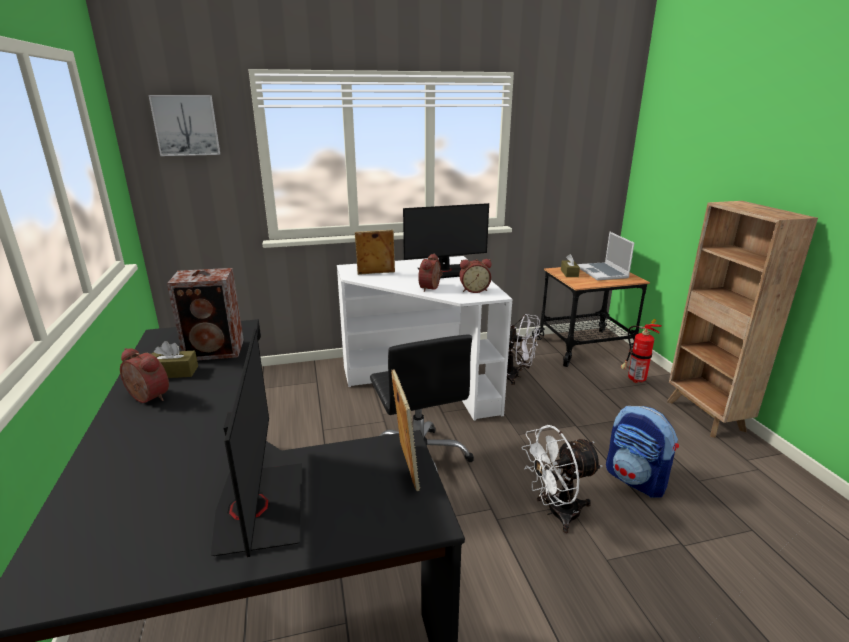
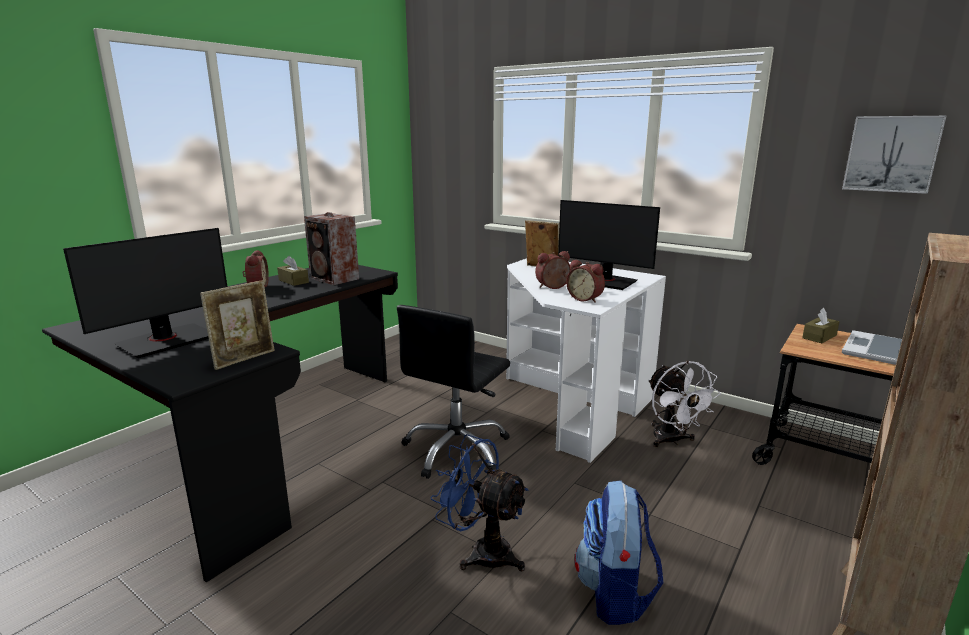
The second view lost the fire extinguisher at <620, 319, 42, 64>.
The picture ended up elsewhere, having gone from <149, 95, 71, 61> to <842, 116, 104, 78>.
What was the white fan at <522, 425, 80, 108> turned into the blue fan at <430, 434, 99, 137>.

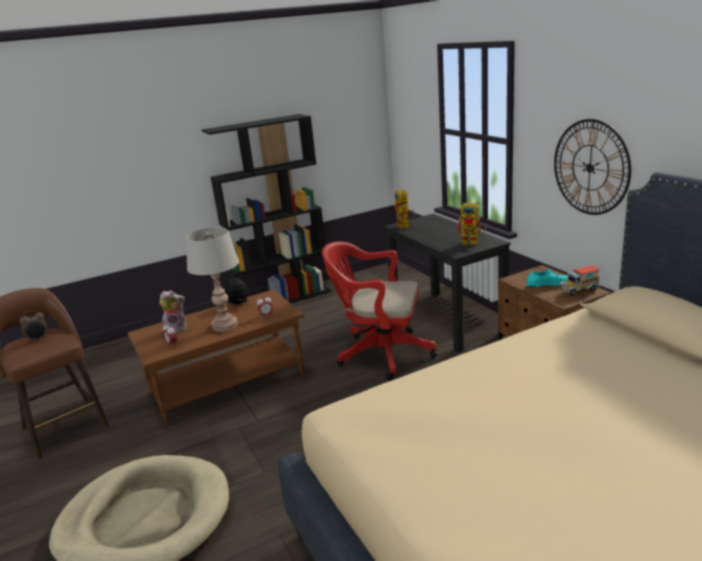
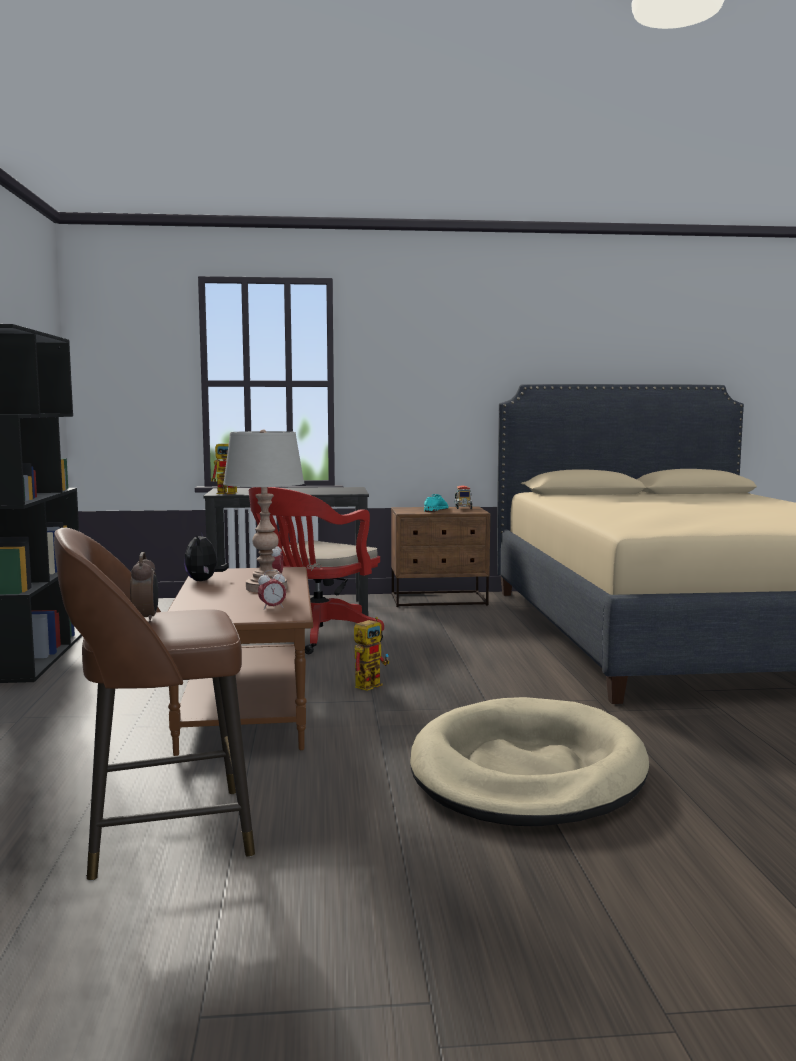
The second view lost the plush toy at <159, 290, 28, 44>.
The second view lost the wall clock at <554, 119, 77, 96>.
The toy robot ended up elsewhere, having gone from <456, 202, 30, 44> to <354, 617, 35, 74>.

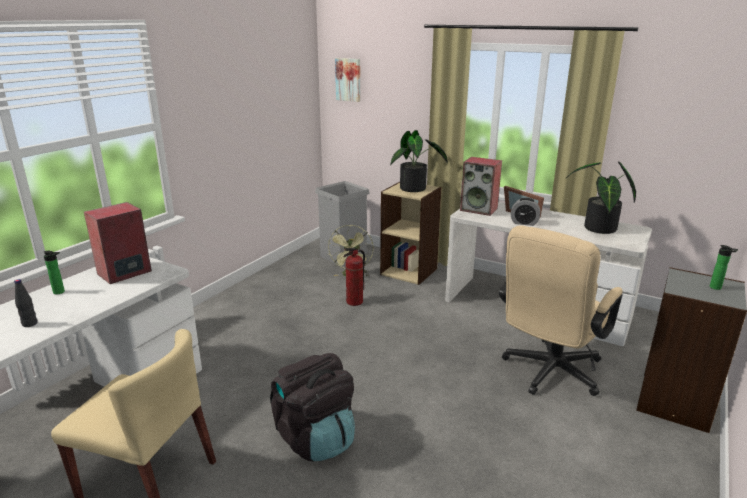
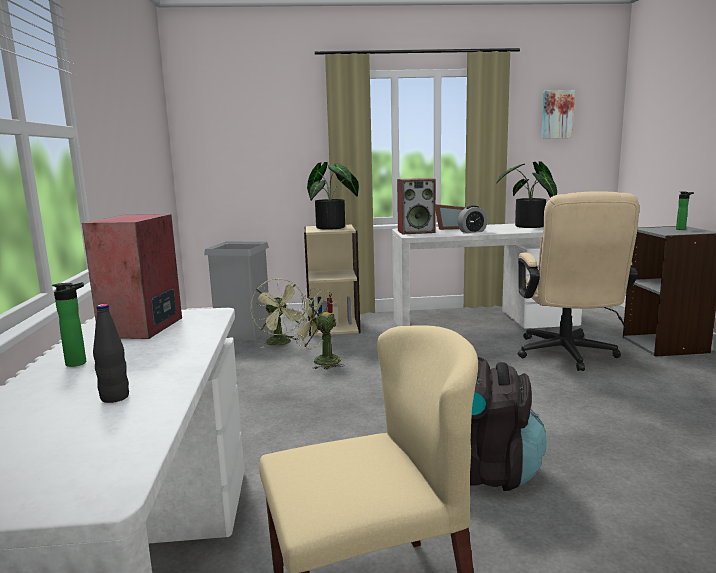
The picture ended up elsewhere, having gone from <335, 58, 25, 44> to <541, 90, 34, 49>.
Where the fire extinguisher stood at <344, 248, 21, 58>, the green fan came to stand at <293, 288, 52, 81>.

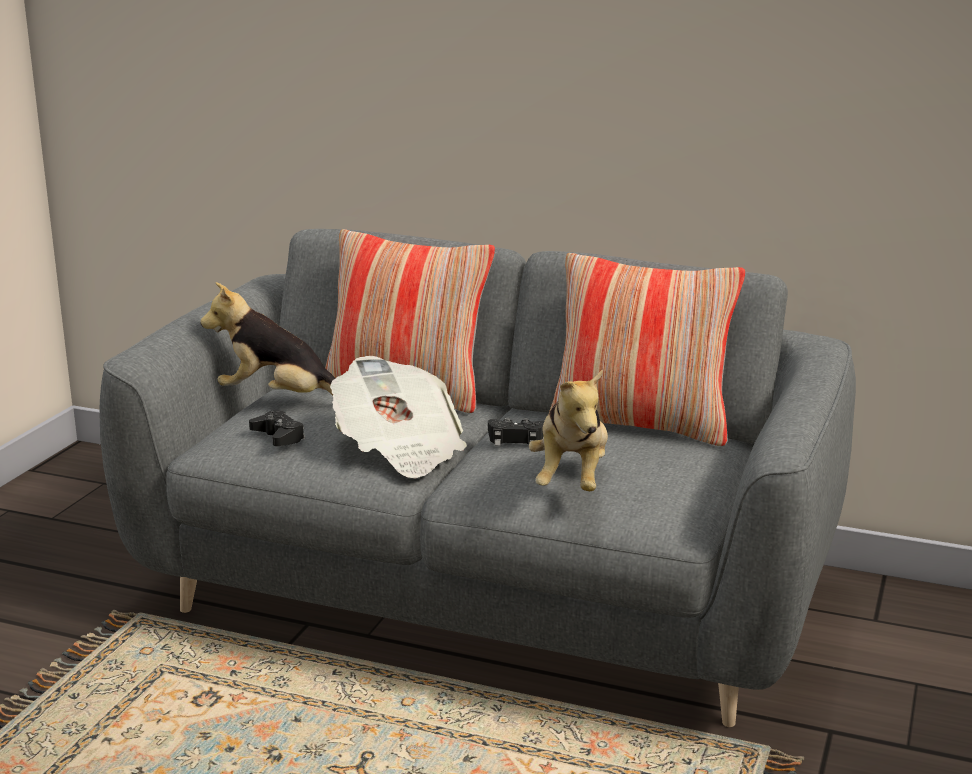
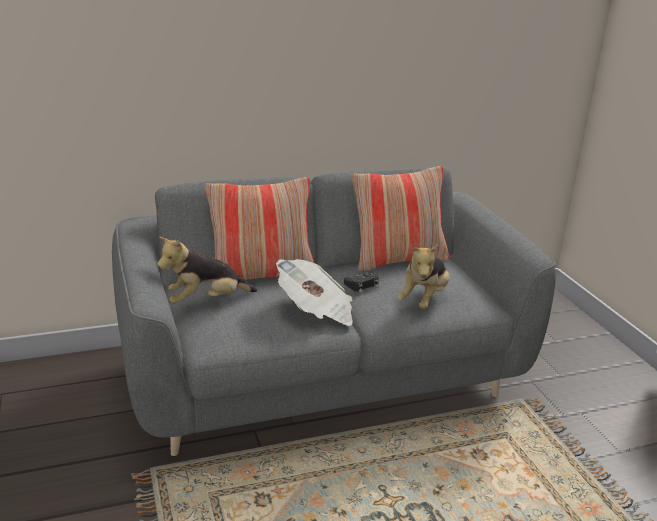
The second view lost the black game controller at <249, 410, 56, 36>.
The plush toy at <529, 369, 79, 122> ended up facing another way, 60 degrees clockwise from before.

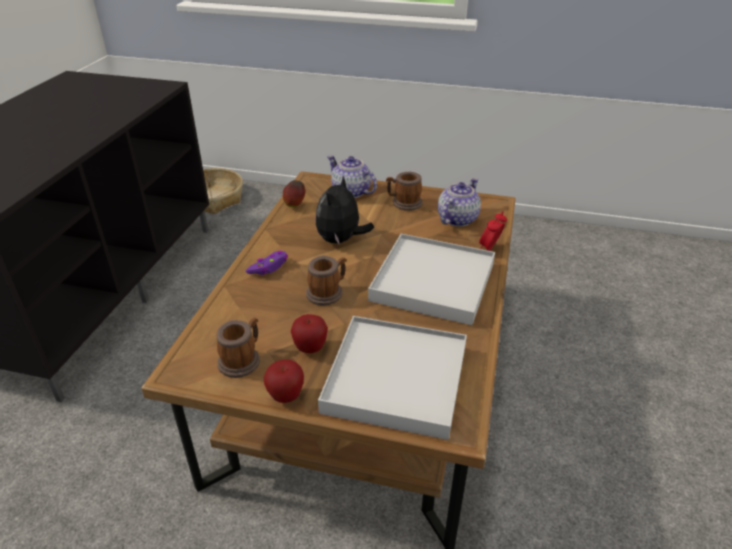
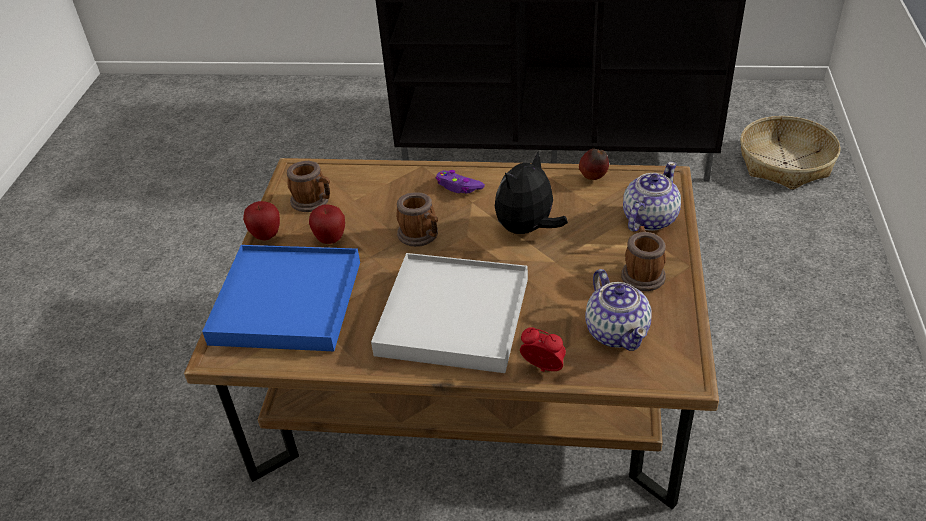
What was the white tray at <318, 316, 149, 124> turned into the blue tray at <202, 245, 158, 106>.
The plush toy at <316, 176, 58, 69> ended up facing another way, 60 degrees counterclockwise from before.
The teapot at <438, 178, 43, 49> ended up facing another way, 45 degrees clockwise from before.

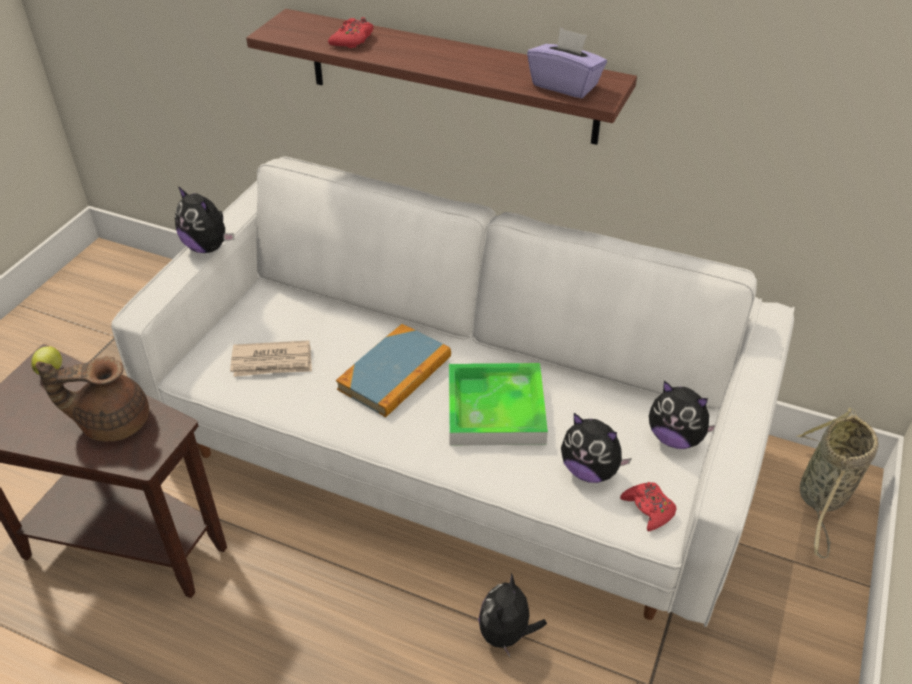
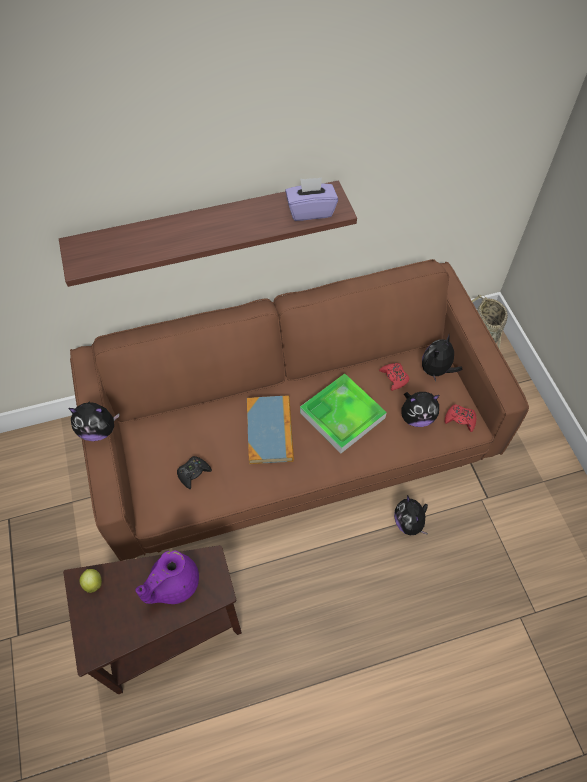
The red game controller ended up elsewhere, having gone from <328, 17, 46, 31> to <379, 363, 30, 28>.
Where the newspaper stood at <230, 340, 82, 37>, the black game controller came to stand at <177, 456, 35, 33>.
What was the brown teapot at <35, 357, 114, 85> turned into the purple teapot at <135, 550, 64, 54>.
What was the white sofa at <111, 156, 684, 471> turned into the brown sofa at <70, 259, 459, 302>.
The plush toy at <649, 381, 66, 68> ended up facing another way, 135 degrees clockwise from before.

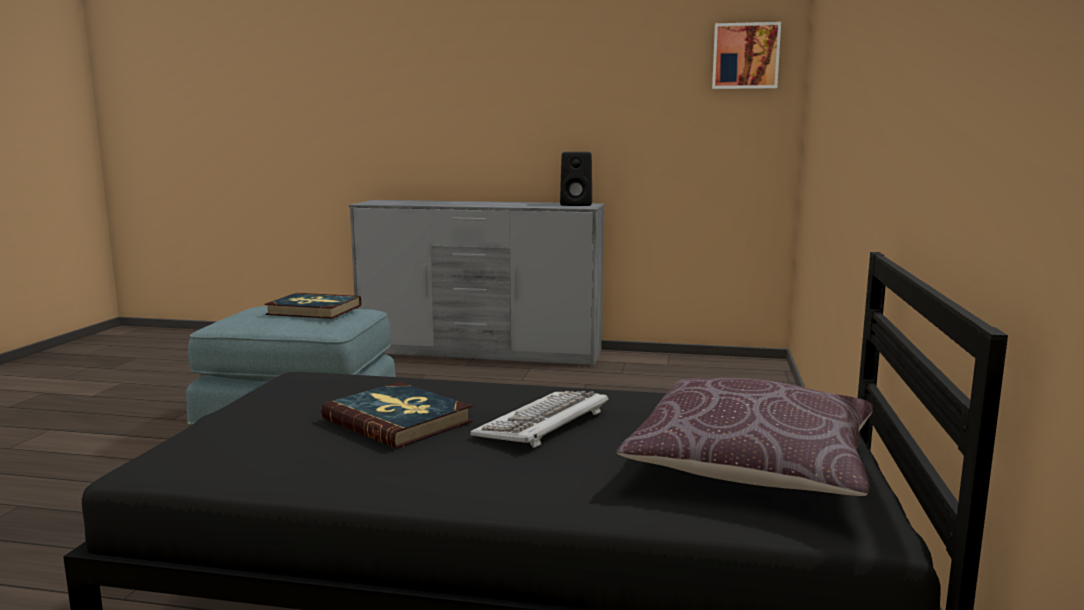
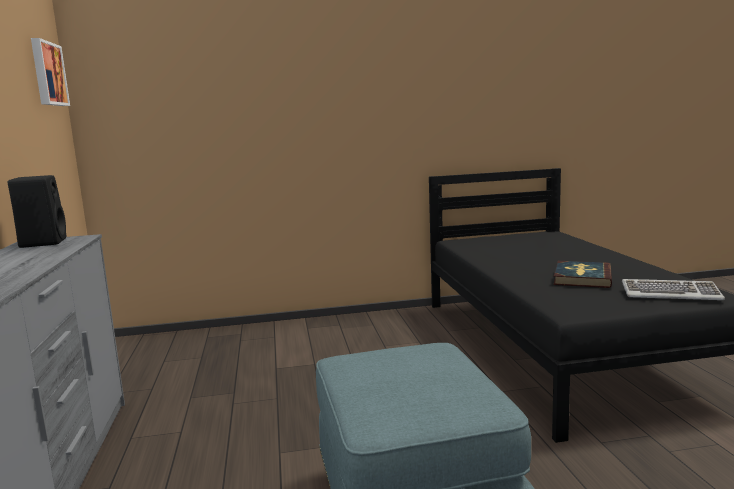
The second view lost the book at <264, 293, 98, 26>.
The second view lost the brown pillow at <617, 378, 256, 118>.
The keyboard ended up elsewhere, having gone from <470, 391, 139, 57> to <622, 279, 103, 21>.

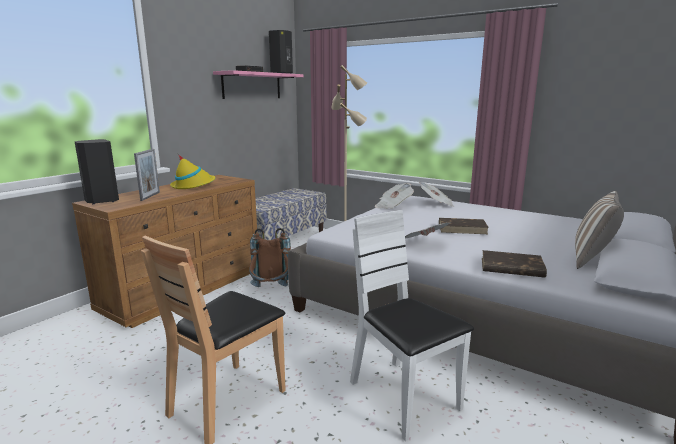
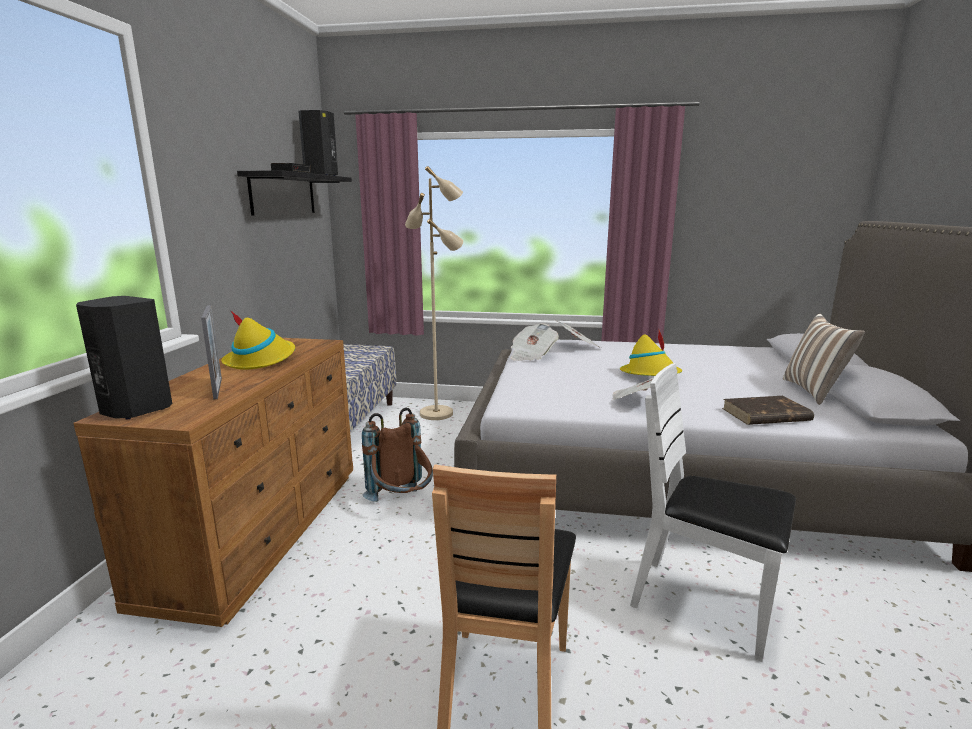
Where the brown book stood at <439, 218, 50, 16>, the yellow hat came to stand at <620, 330, 62, 46>.
What was the pink shelf at <213, 70, 90, 29> turned into the black shelf at <237, 170, 115, 46>.

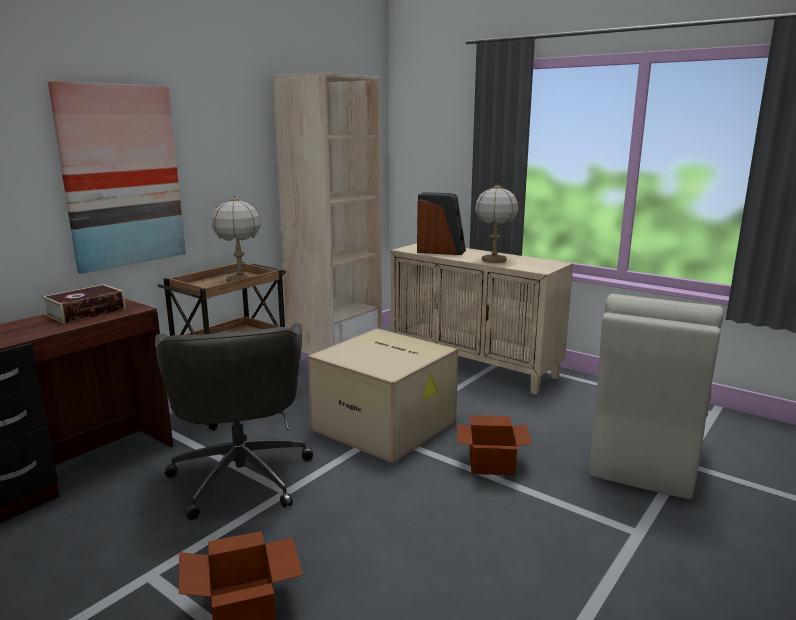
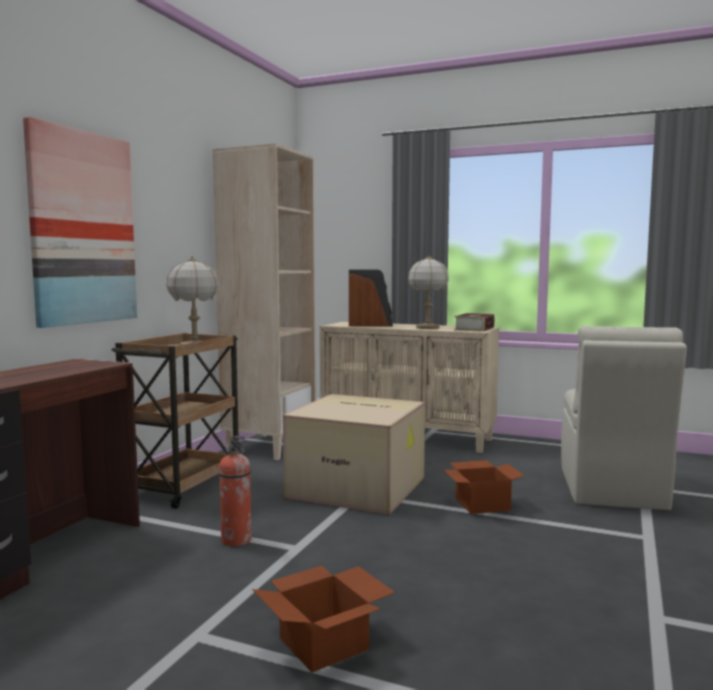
The book ended up elsewhere, having gone from <42, 284, 84, 40> to <454, 313, 41, 19>.
Where the grey office chair stood at <155, 323, 158, 197>, the fire extinguisher came to stand at <219, 436, 33, 110>.

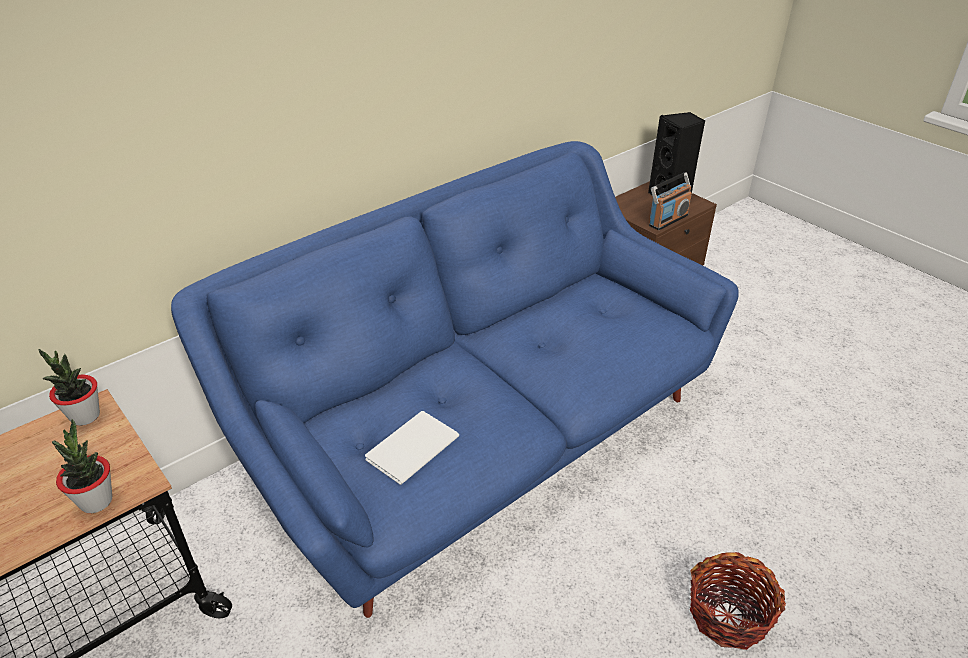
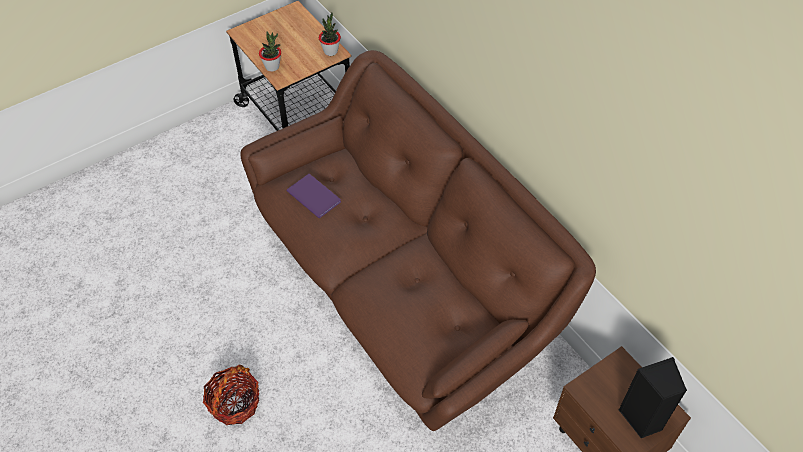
The second view lost the radio at <649, 172, 43, 58>.
What was the blue sofa at <171, 141, 568, 477> turned into the brown sofa at <240, 50, 356, 381>.
What was the white book at <365, 411, 94, 74> turned into the purple book at <287, 174, 54, 44>.

